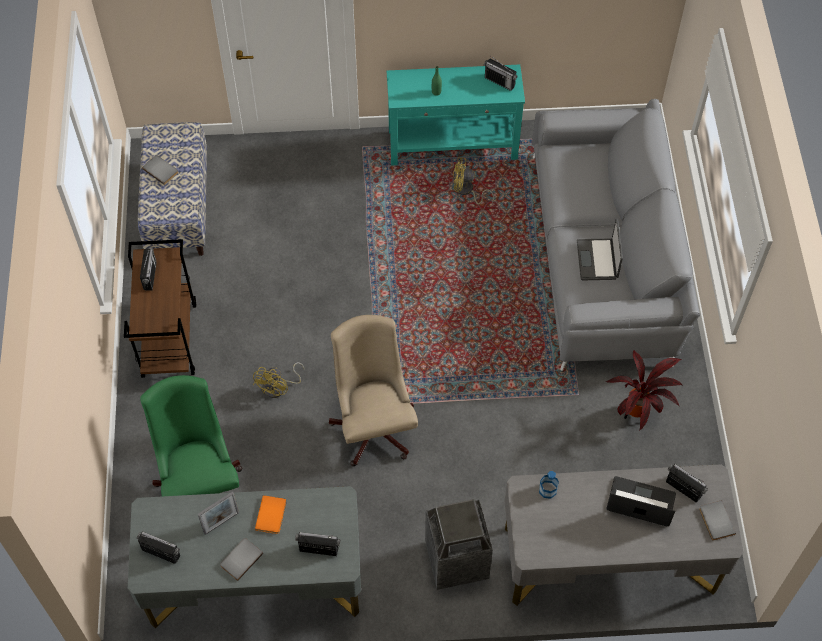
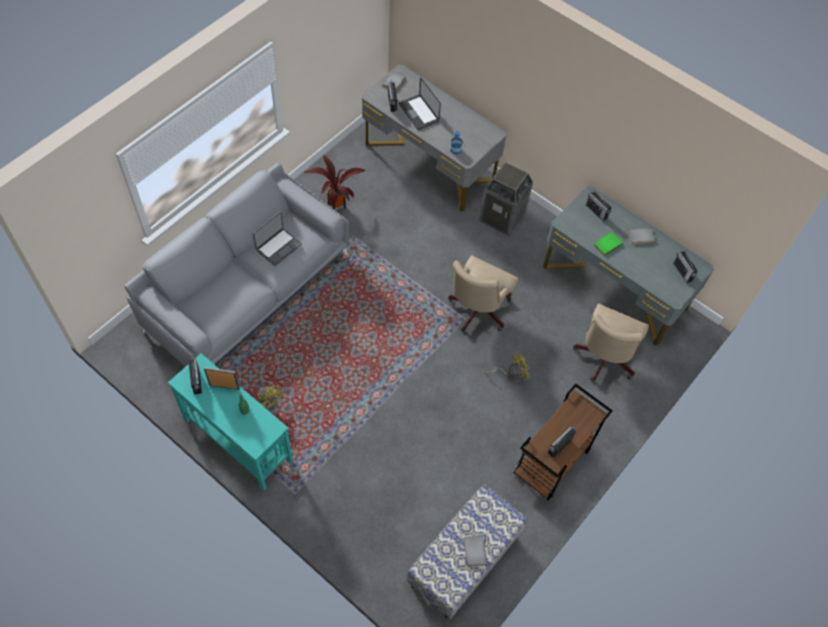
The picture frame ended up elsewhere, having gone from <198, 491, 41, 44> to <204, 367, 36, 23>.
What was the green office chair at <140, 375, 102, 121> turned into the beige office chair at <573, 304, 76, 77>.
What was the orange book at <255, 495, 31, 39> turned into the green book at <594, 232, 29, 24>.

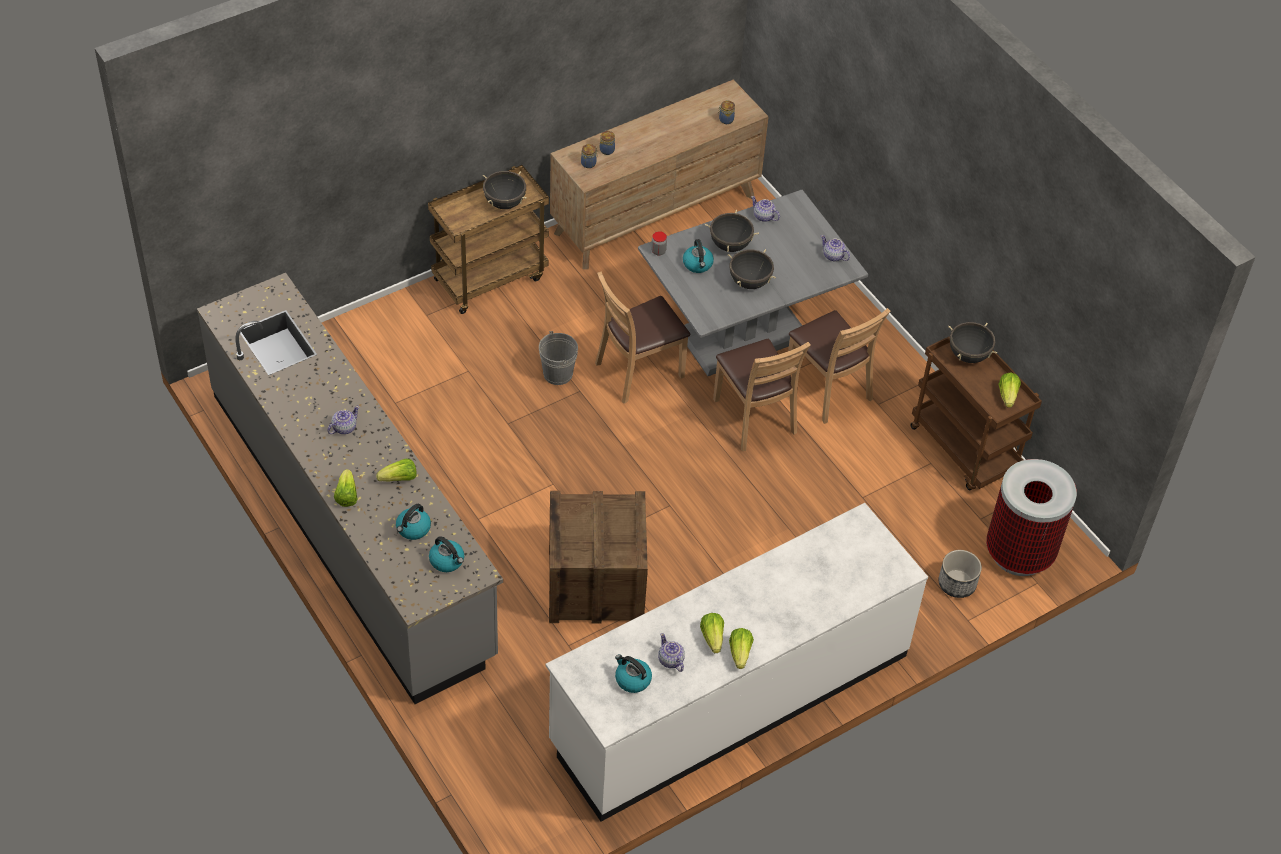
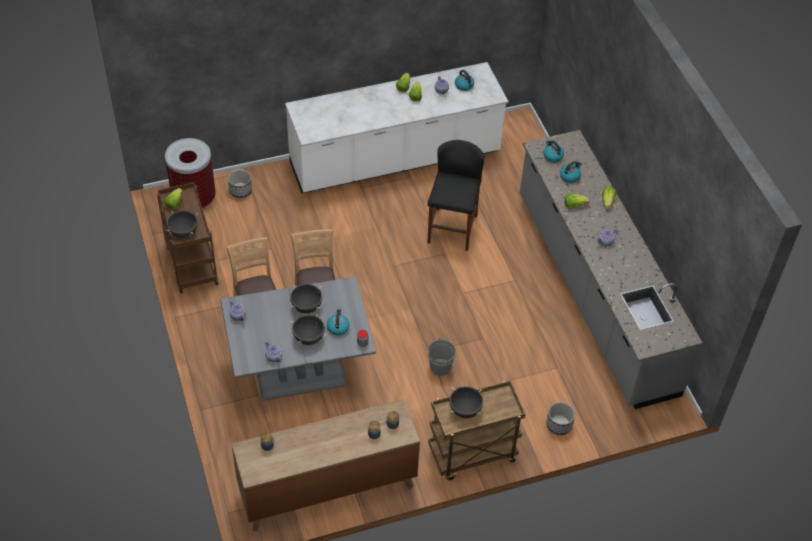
The second view lost the brown chair at <595, 272, 95, 132>.
The second view gained the planter at <546, 402, 29, 33>.
Where the crate stood at <549, 491, 99, 132>, the black stool came to stand at <427, 140, 57, 111>.

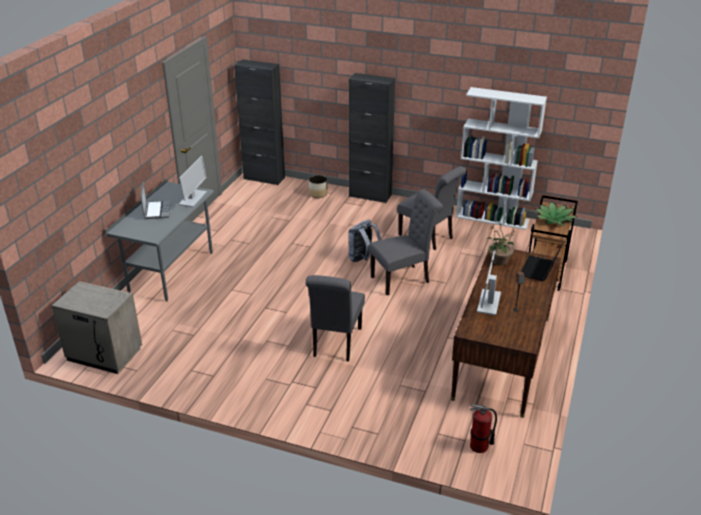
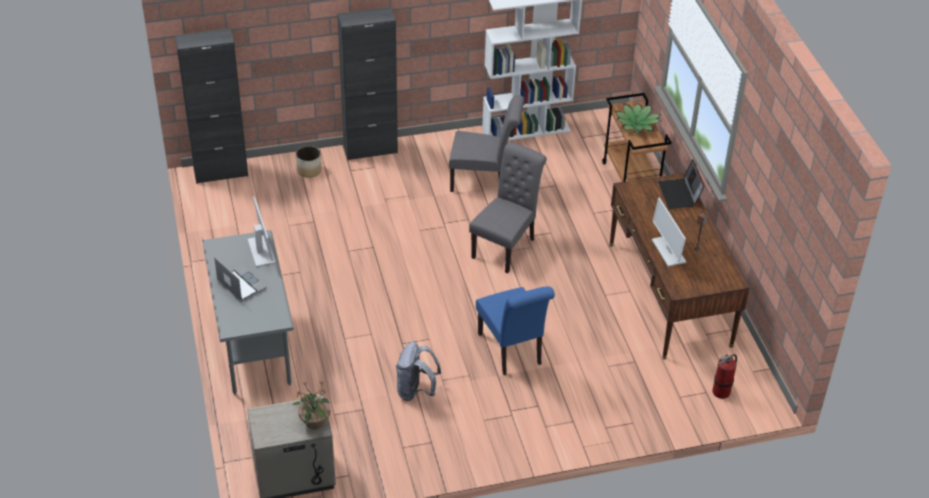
The grey backpack ended up elsewhere, having gone from <349, 220, 32, 42> to <396, 342, 45, 59>.
The potted plant ended up elsewhere, having gone from <486, 223, 28, 43> to <292, 382, 38, 47>.
What was the grey chair at <306, 275, 59, 87> turned into the blue chair at <476, 286, 79, 89>.

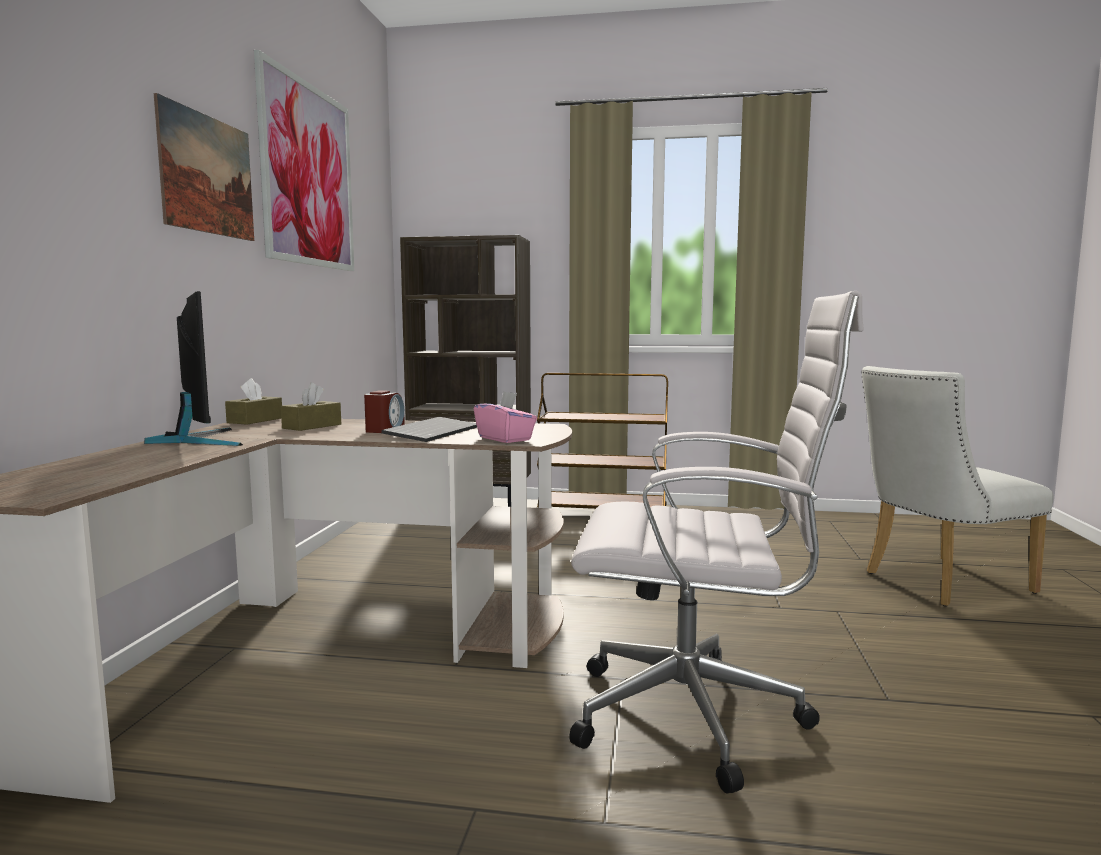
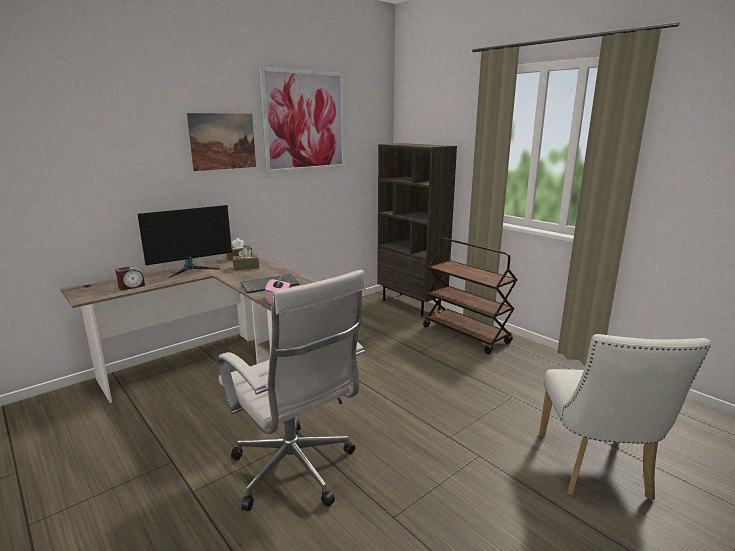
The alarm clock ended up elsewhere, having gone from <364, 390, 41, 43> to <115, 266, 30, 24>.
The monitor at <144, 291, 99, 155> ended up facing another way, 45 degrees clockwise from before.
The white chair at <861, 366, 192, 241> ended up facing another way, 105 degrees counterclockwise from before.

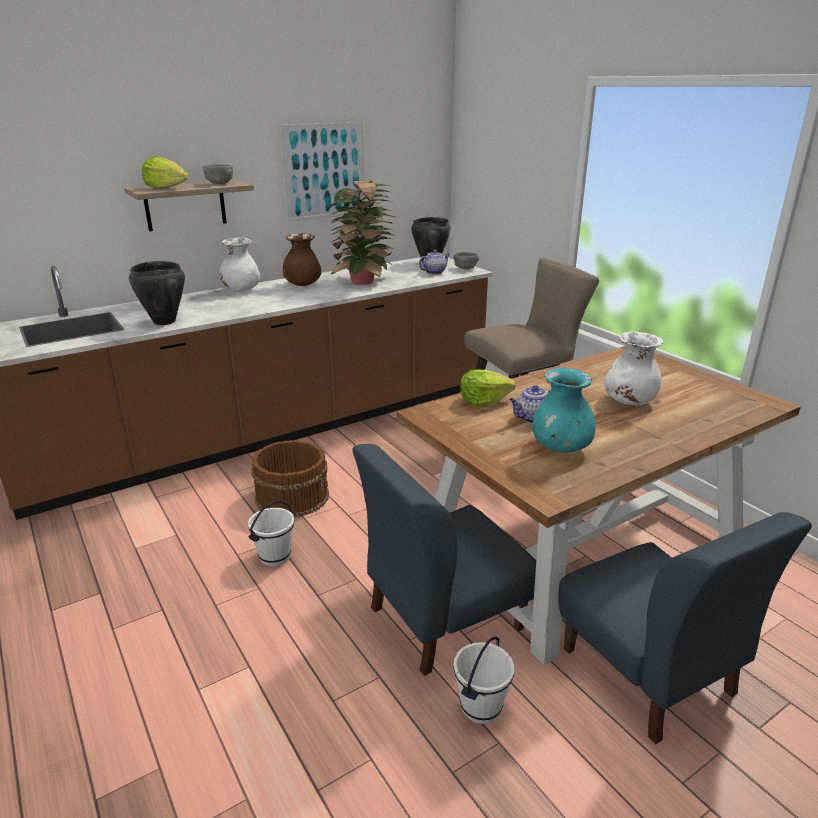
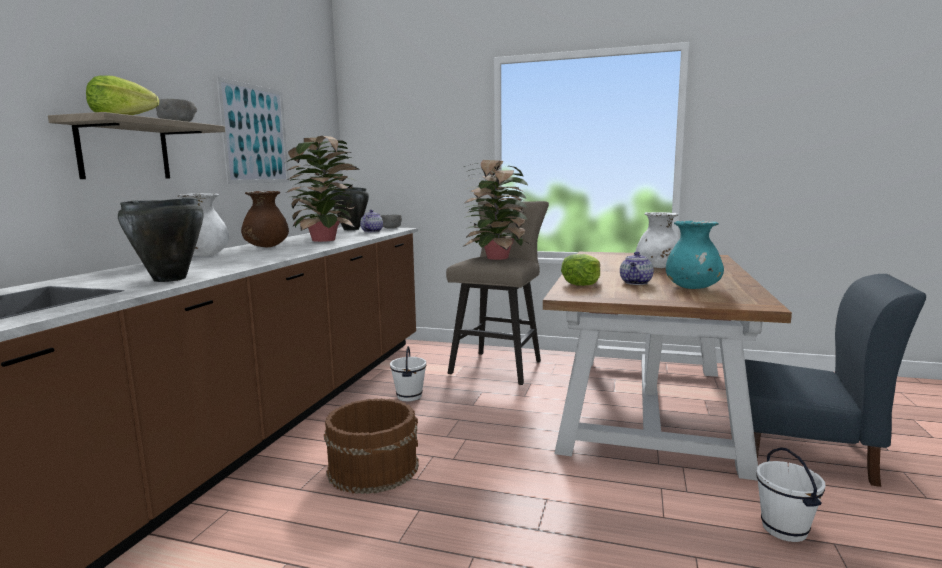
The second view lost the blue chair at <352, 444, 184, 232>.
The second view gained the potted plant at <462, 160, 68, 100>.
The white bucket ended up elsewhere, having gone from <248, 501, 46, 65> to <390, 346, 36, 55>.

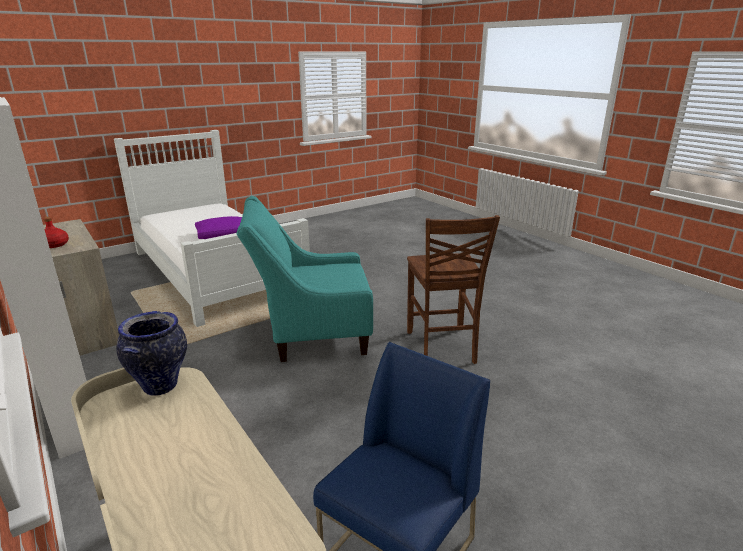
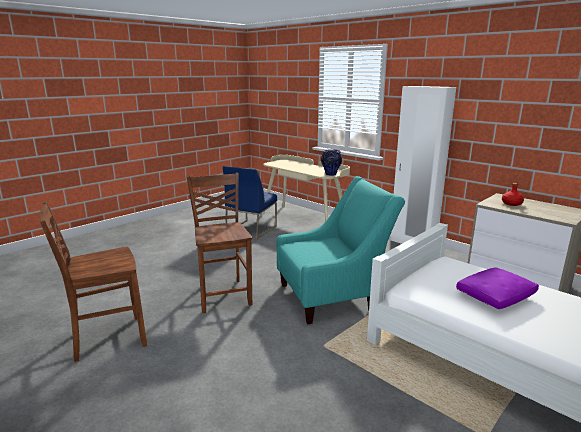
The second view gained the brown chair at <40, 202, 107, 160>.

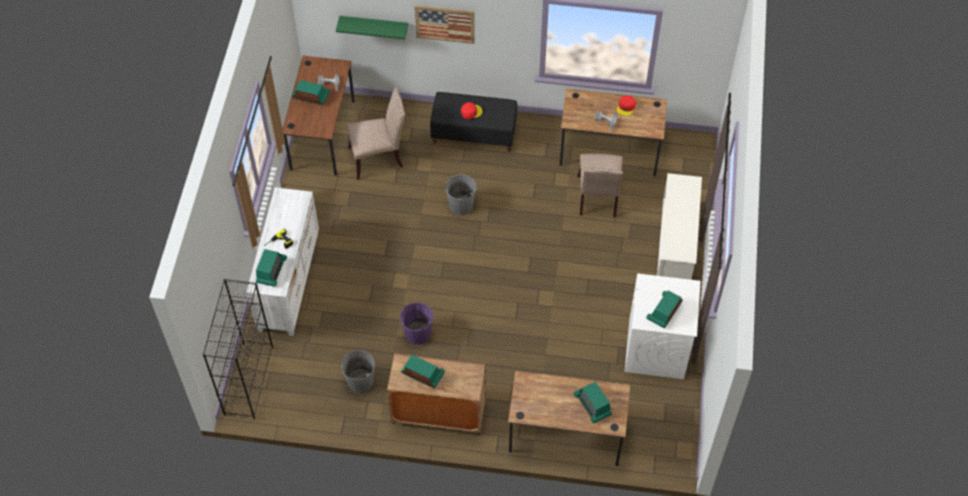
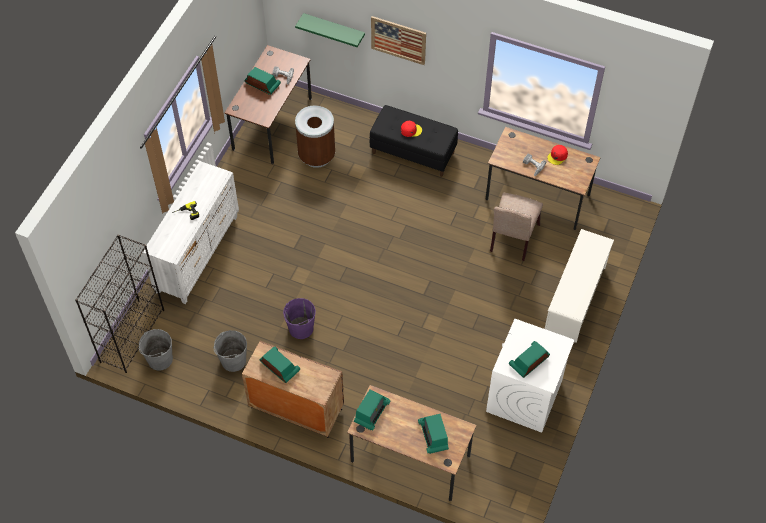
The radio ended up elsewhere, having gone from <256, 249, 31, 37> to <354, 390, 37, 41>.
The grey bucket ended up elsewhere, having gone from <446, 174, 31, 41> to <139, 329, 34, 42>.
Where the beige chair stood at <346, 88, 59, 92>, the brown trash can came to stand at <295, 105, 40, 63>.

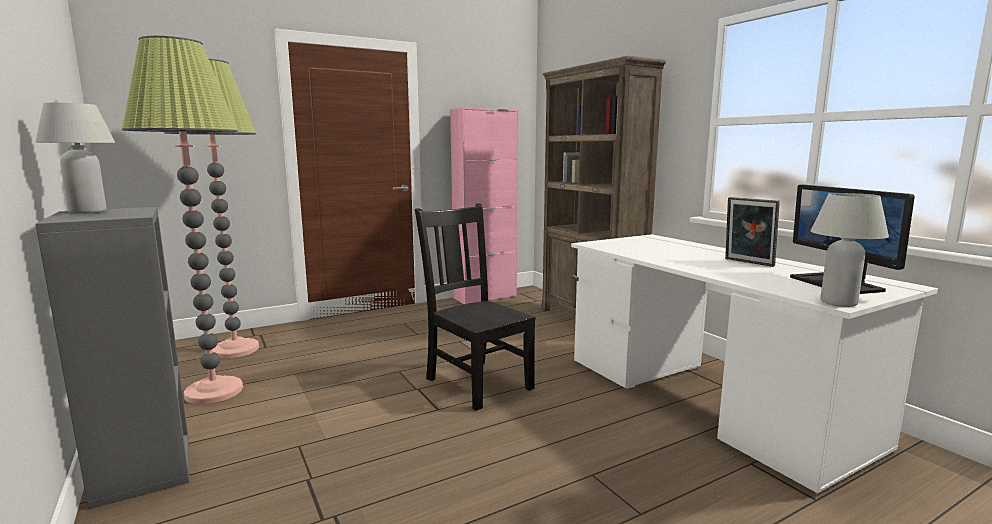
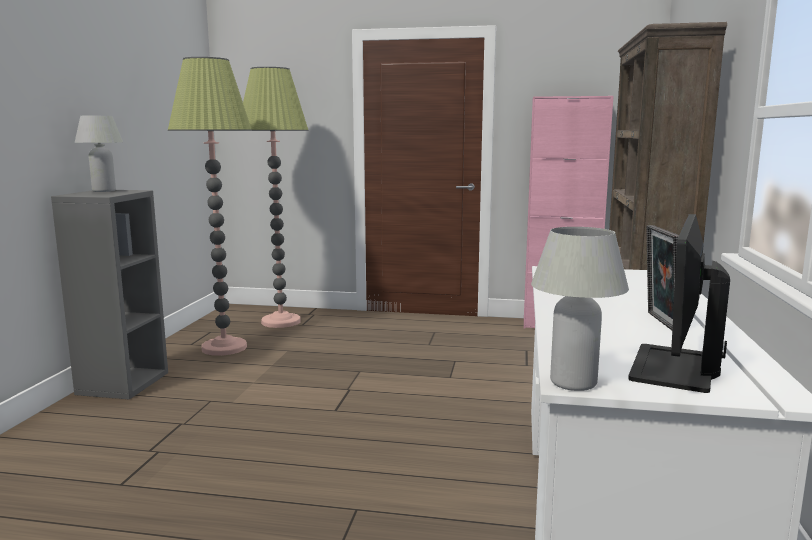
The second view lost the black chair at <415, 203, 121, 208>.

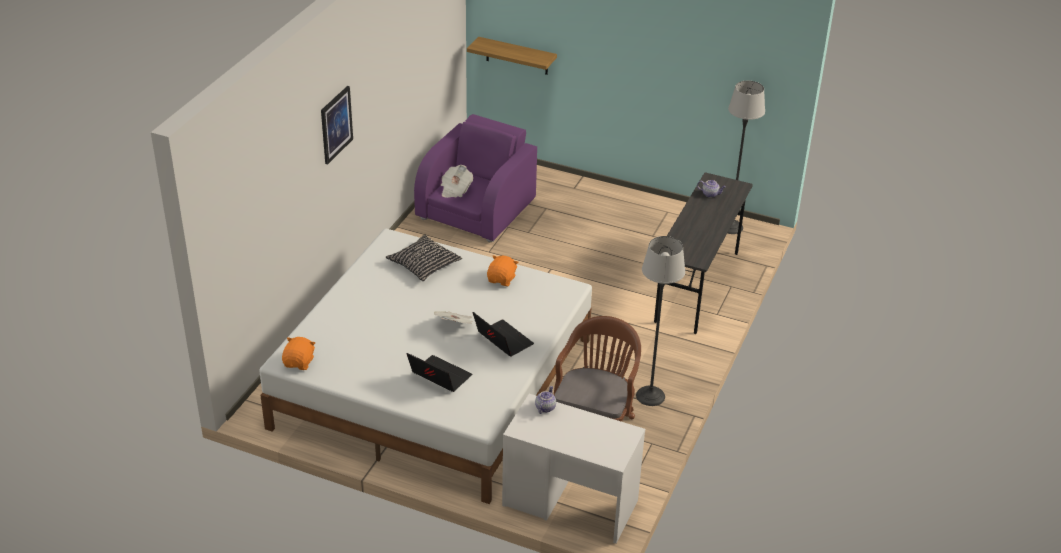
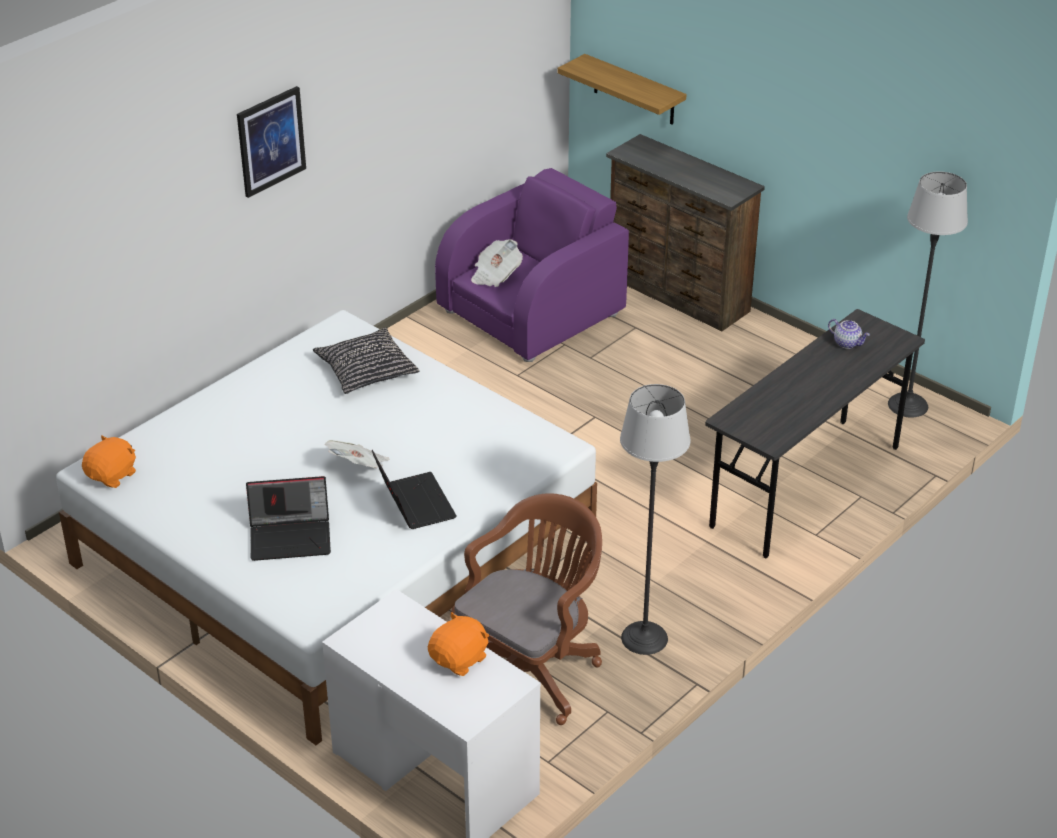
The second view lost the teapot at <535, 386, 21, 28>.
The second view gained the brown dresser at <606, 134, 159, 198>.
The orange plush toy ended up elsewhere, having gone from <487, 255, 31, 31> to <428, 612, 61, 64>.
The laptop at <407, 353, 65, 39> ended up facing another way, 120 degrees clockwise from before.

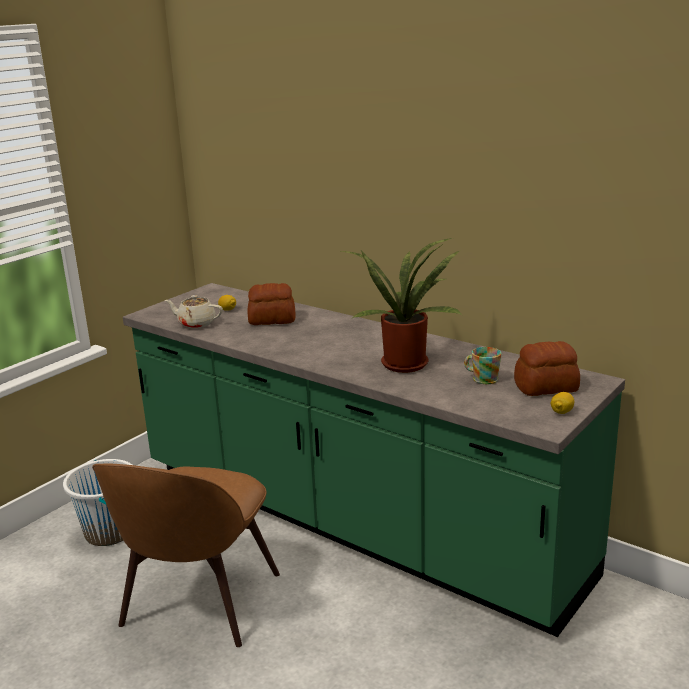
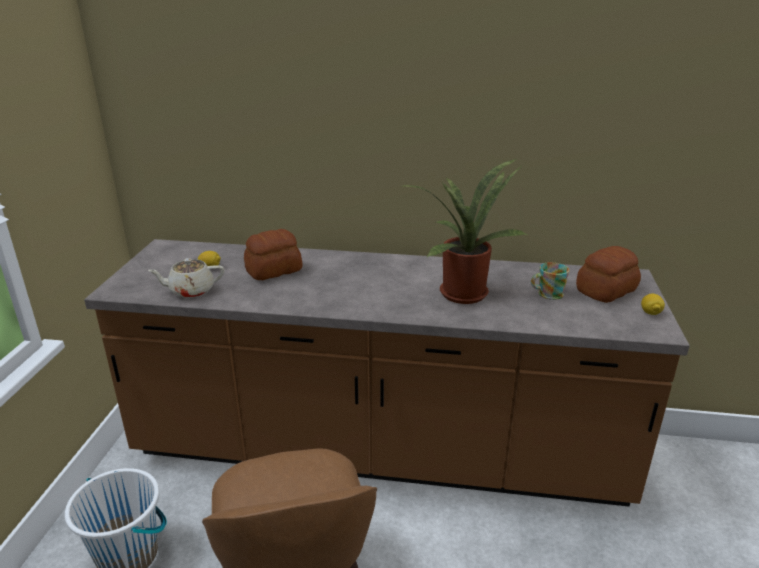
What was the green counter at <123, 283, 502, 354> turned into the brown counter at <84, 239, 606, 268>.

